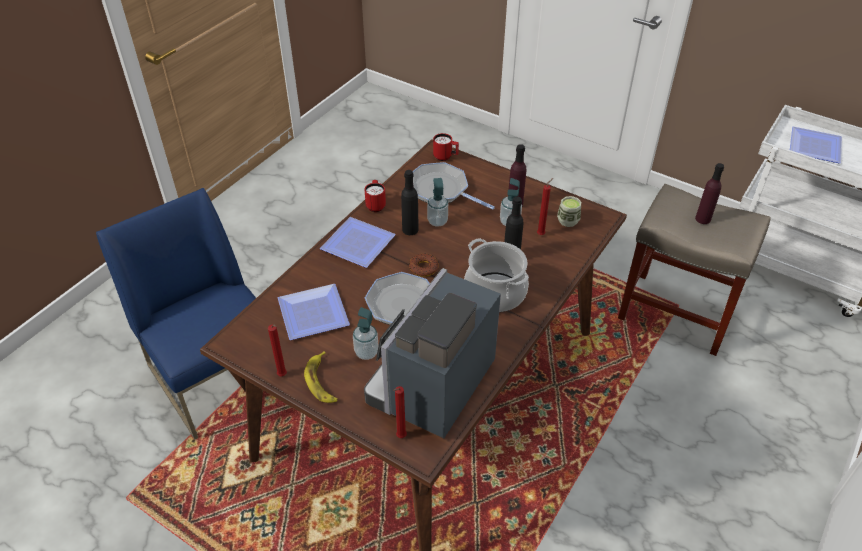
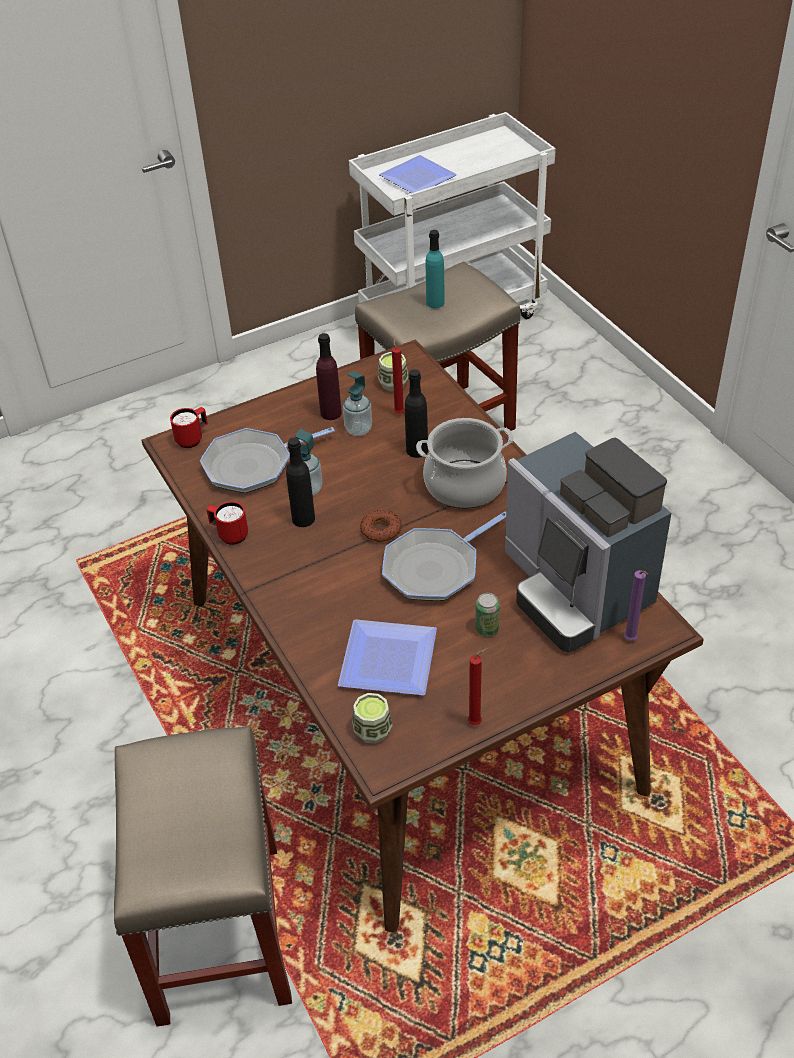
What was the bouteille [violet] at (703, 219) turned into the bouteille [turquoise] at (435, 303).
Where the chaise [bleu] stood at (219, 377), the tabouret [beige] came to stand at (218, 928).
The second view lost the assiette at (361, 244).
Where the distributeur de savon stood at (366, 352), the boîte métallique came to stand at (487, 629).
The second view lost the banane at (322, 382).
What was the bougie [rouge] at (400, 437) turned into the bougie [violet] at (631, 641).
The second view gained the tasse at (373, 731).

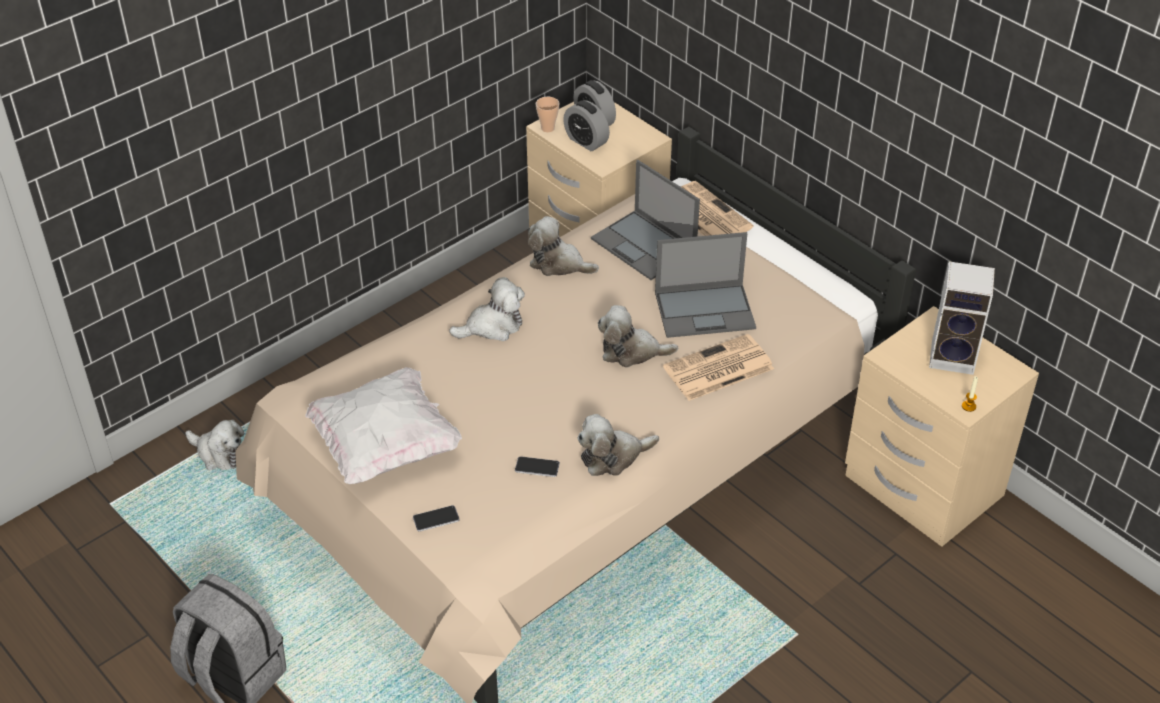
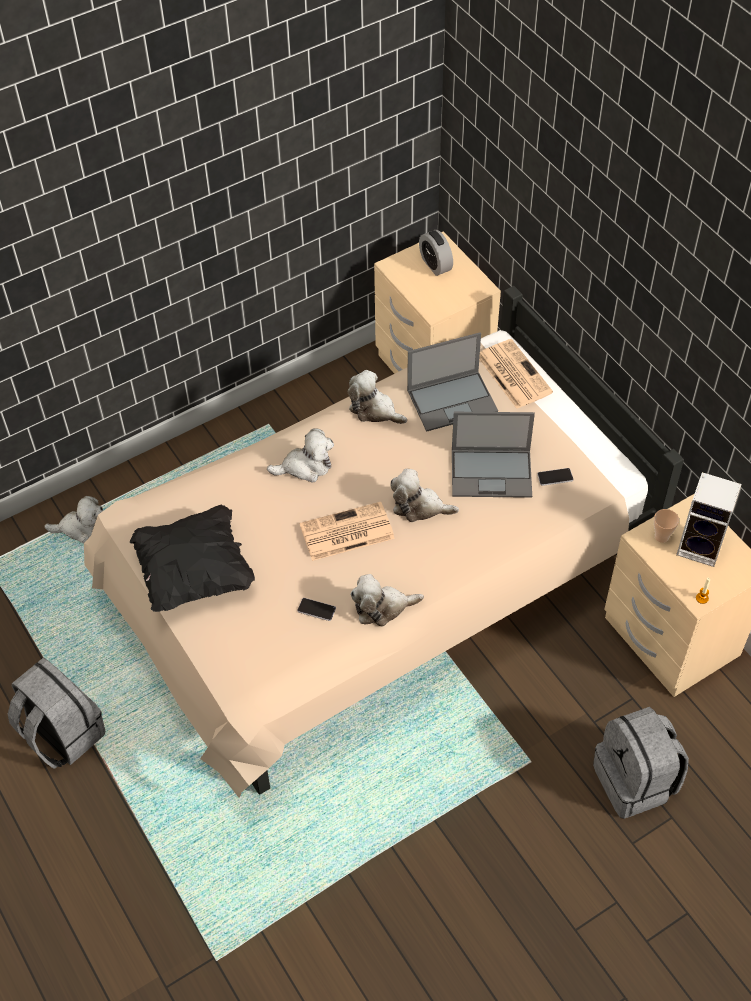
The tasse ended up elsewhere, having gone from (547, 128) to (661, 537).
The second view lost the réveil at (586, 141).
The ordinateur portable at (644, 245) ended up facing another way, 75 degrees counterclockwise from before.
The journal ended up elsewhere, having gone from (717, 369) to (345, 532).
What was the coussin [blanc] at (385, 446) turned into the coussin [noir] at (194, 572).
The peluche at (219, 454) ended up facing another way, 45 degrees counterclockwise from before.
The téléphone ended up elsewhere, having gone from (436, 519) to (555, 477).
The second view gained the sac à dos [gris] at (635, 781).

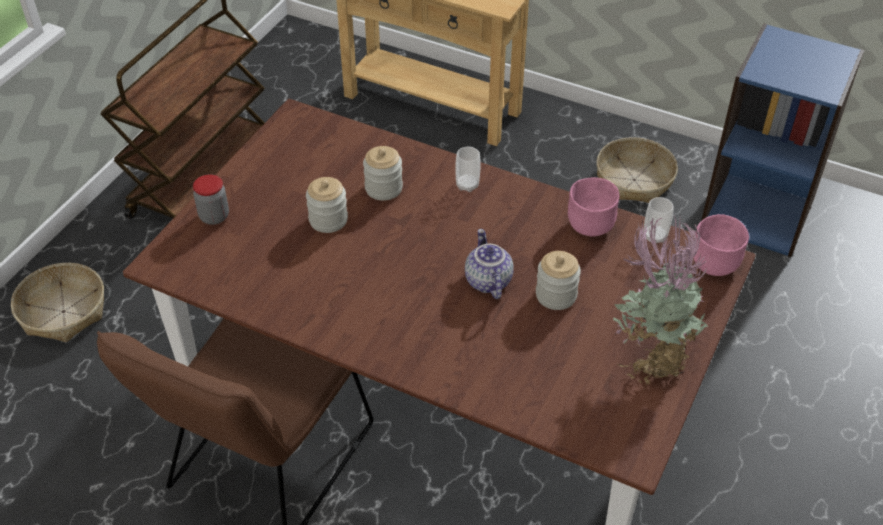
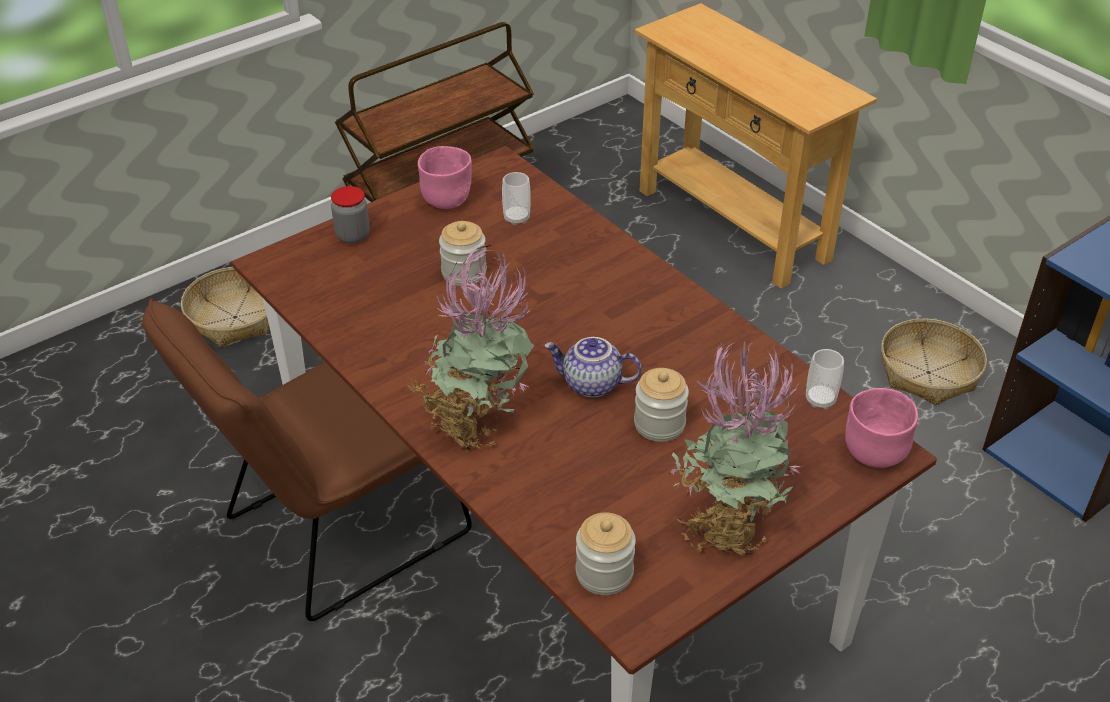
The bocal ended up elsewhere, having gone from (383, 188) to (604, 573).
The tasse ended up elsewhere, having gone from (467, 185) to (516, 218).
The bol [rose] ended up elsewhere, having gone from (590, 225) to (447, 200).
The théière at (487, 281) ended up facing another way, 90 degrees counterclockwise from before.
The second view gained the plante en pot at (476, 424).

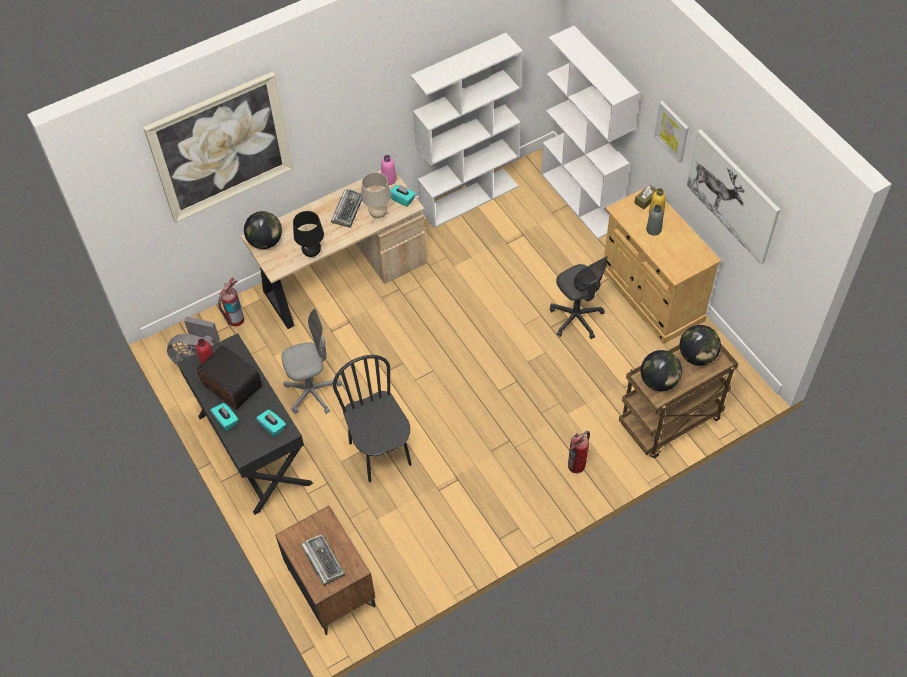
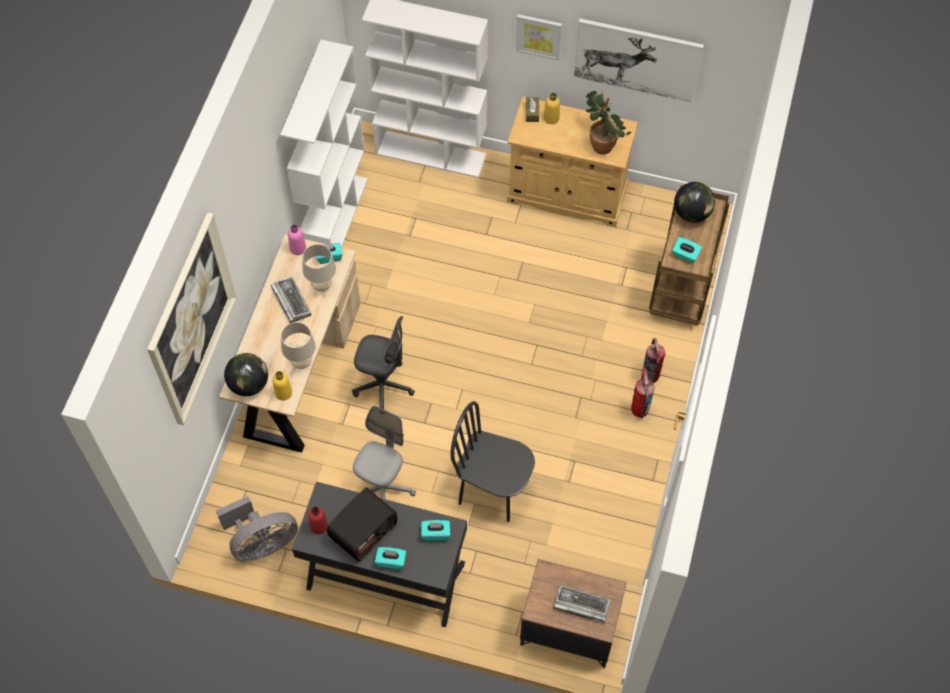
The second view lost the bouteille [gris] at (653, 230).
What was the lampe de table [noir] at (312, 252) turned into the lampe de table [beige] at (301, 362).
The chaise de bureau [gris] ended up elsewhere, having gone from (576, 319) to (383, 386).
The extincteur ended up elsewhere, having gone from (235, 320) to (639, 410).
The radio at (231, 386) ended up facing another way, 135 degrees clockwise from before.
Where the globe stood at (659, 381), the boîte à mouchoirs [turquoise] came to stand at (685, 255).
The second view gained the plante en pot at (601, 142).
The second view gained the bouteille [jaune] at (283, 393).

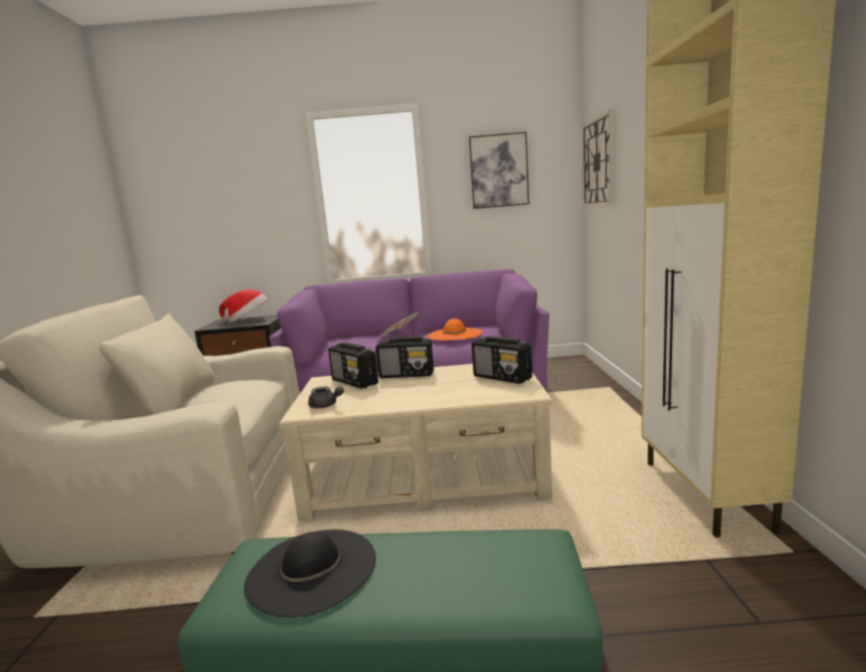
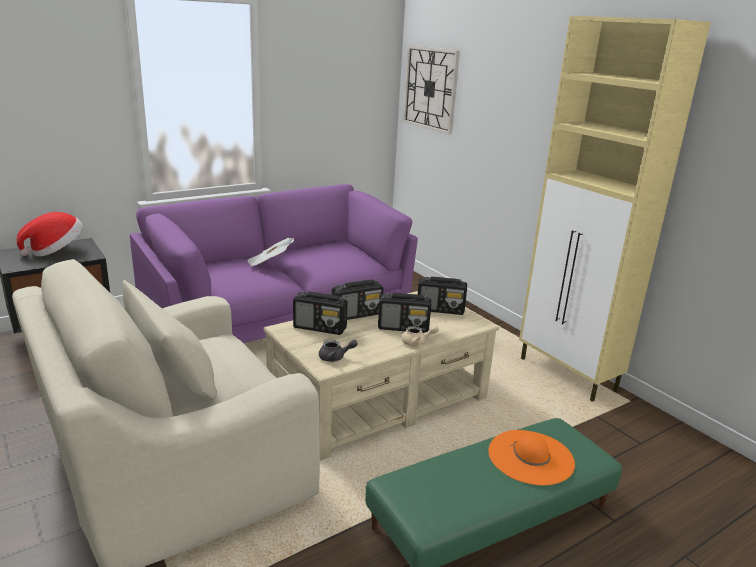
The second view lost the tableau at (499, 171).
The chapeau [orange] ended up elsewhere, having gone from (454, 334) to (531, 457).
The second view lost the chapeau [noir] at (312, 569).
The second view gained the radio at (404, 327).
The second view gained the théière [beige] at (417, 342).

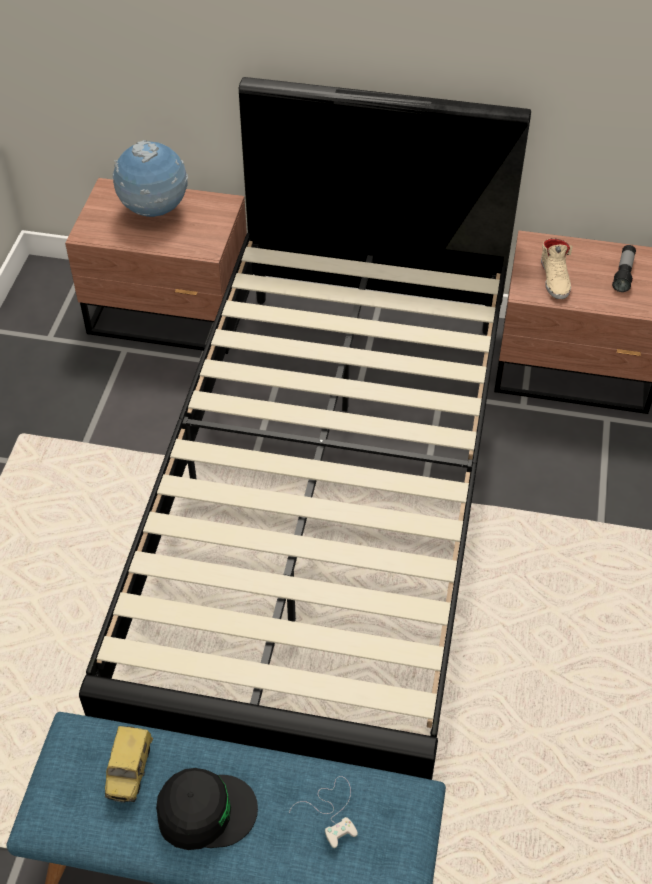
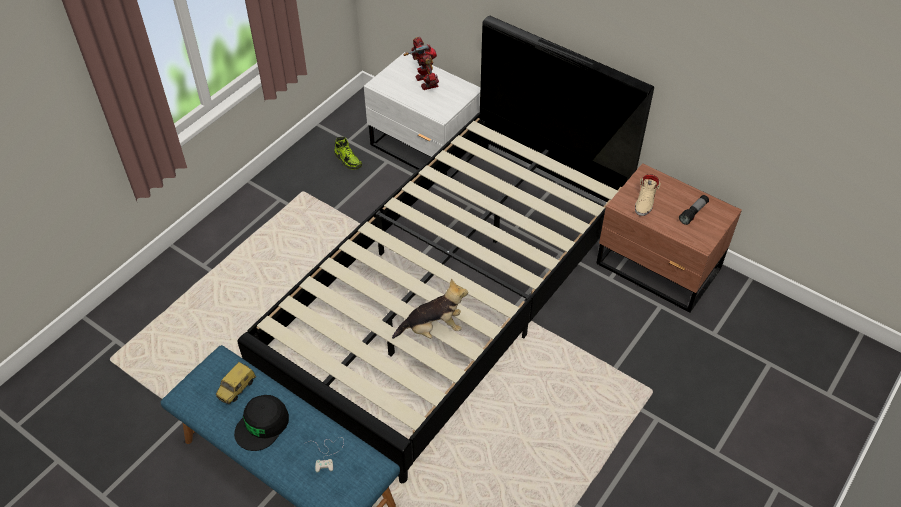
Where the globe stood at (154, 212), the robot jouet came to stand at (424, 82).
What was the table de chevet [marron] at (171, 314) turned into the table de chevet [blanc] at (425, 149).
The casquette [noir] at (205, 811) ended up facing another way, 105 degrees clockwise from before.
The second view gained the chaussure at (348, 160).
The second view gained the peluche at (433, 328).

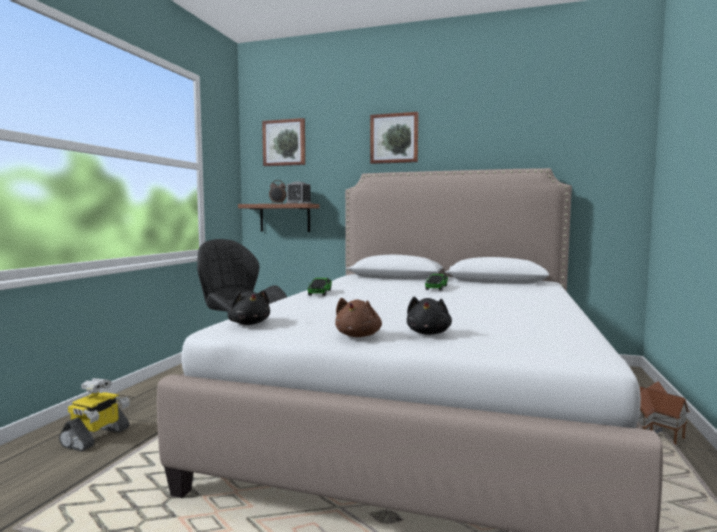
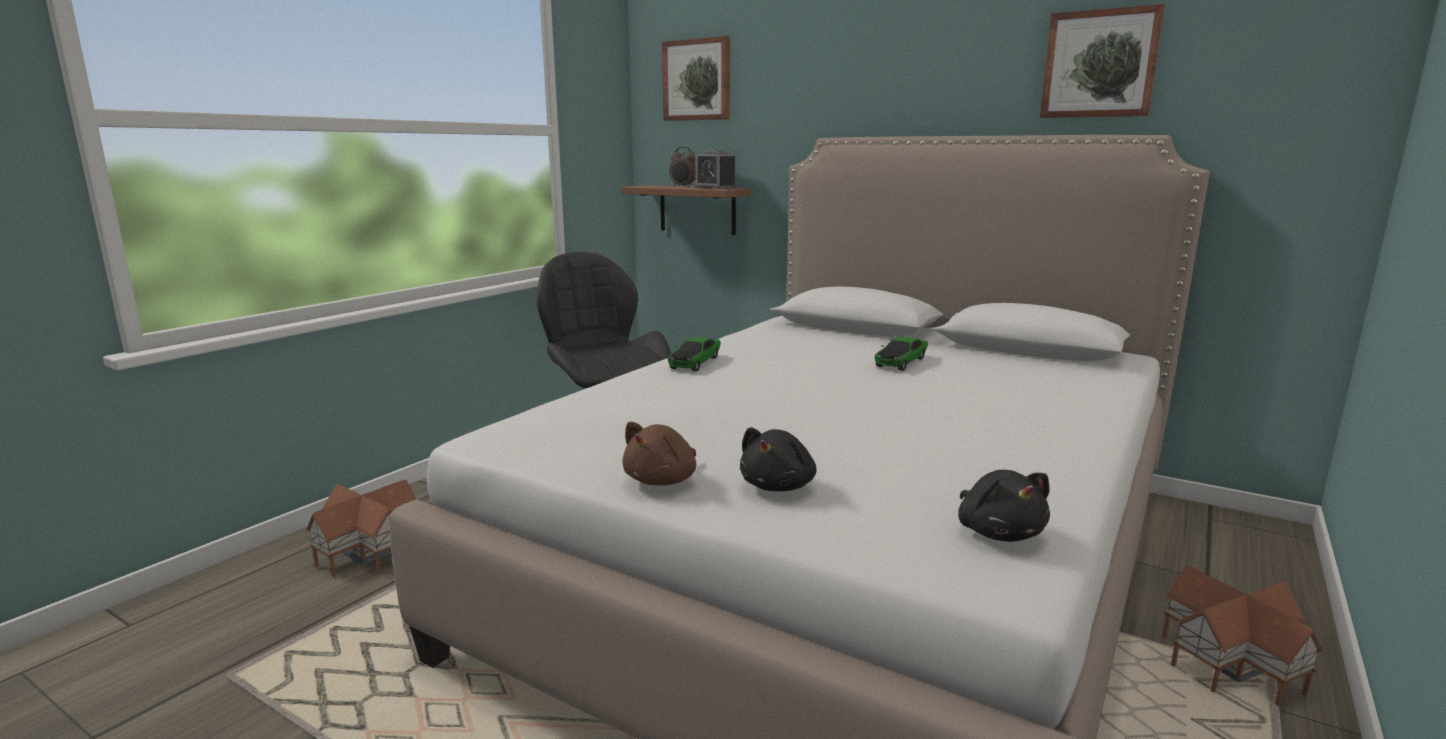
The tableau ended up elsewhere, having gone from (394, 138) to (1100, 64).
The peluche [noir] ended up elsewhere, having gone from (249, 323) to (998, 532).
Where the robot jouet stood at (96, 438), the maison miniature came to stand at (370, 551).

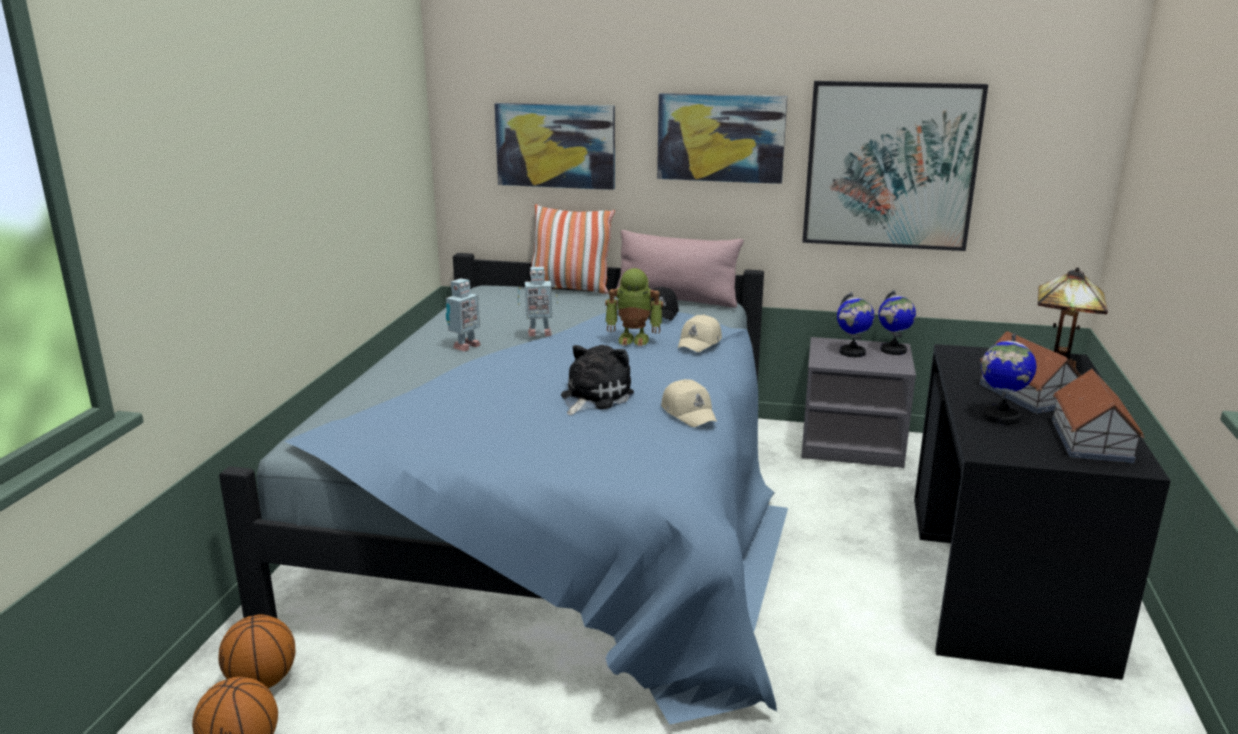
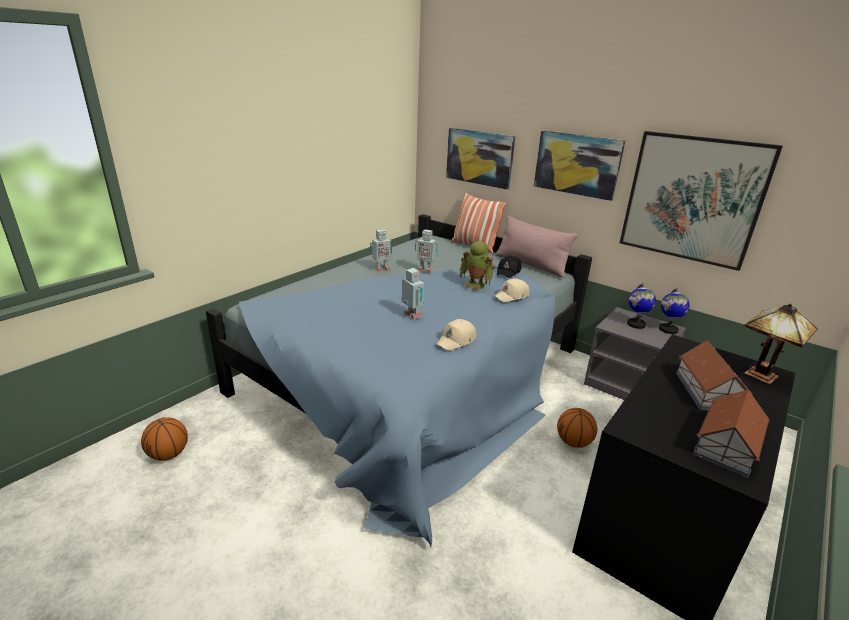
The second view lost the globe at (1000, 417).
Where the peluche stood at (593, 397), the robot jouet came to stand at (412, 316).
The casquette [beige] at (689, 413) ended up facing another way, 45 degrees clockwise from before.
The ballon de basket ended up elsewhere, having gone from (262, 682) to (573, 442).

